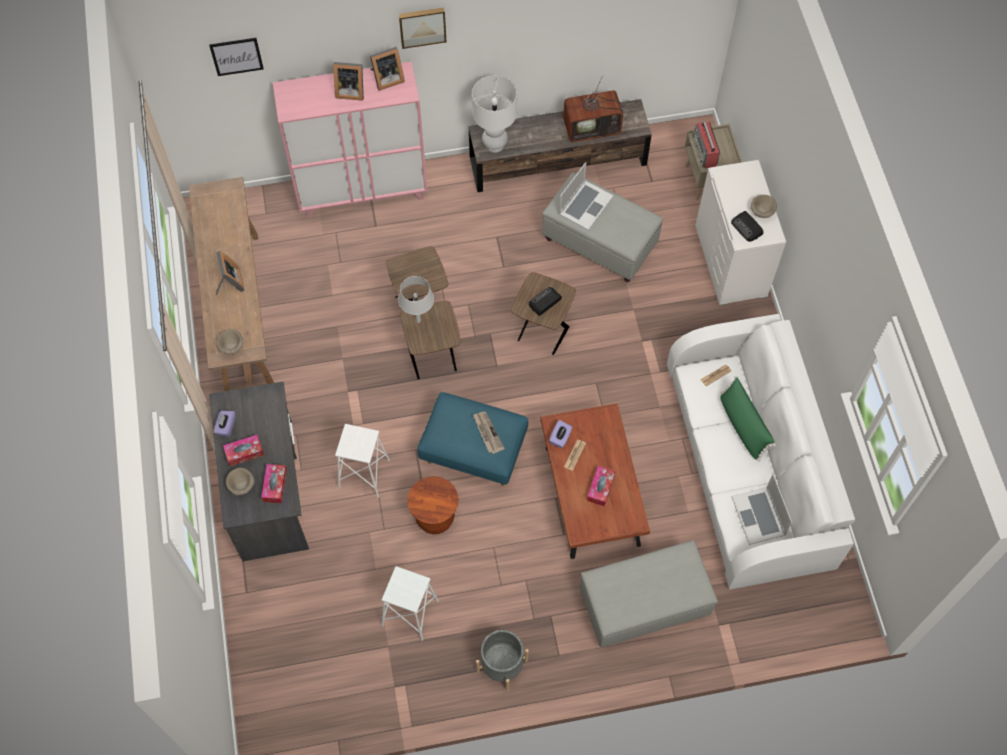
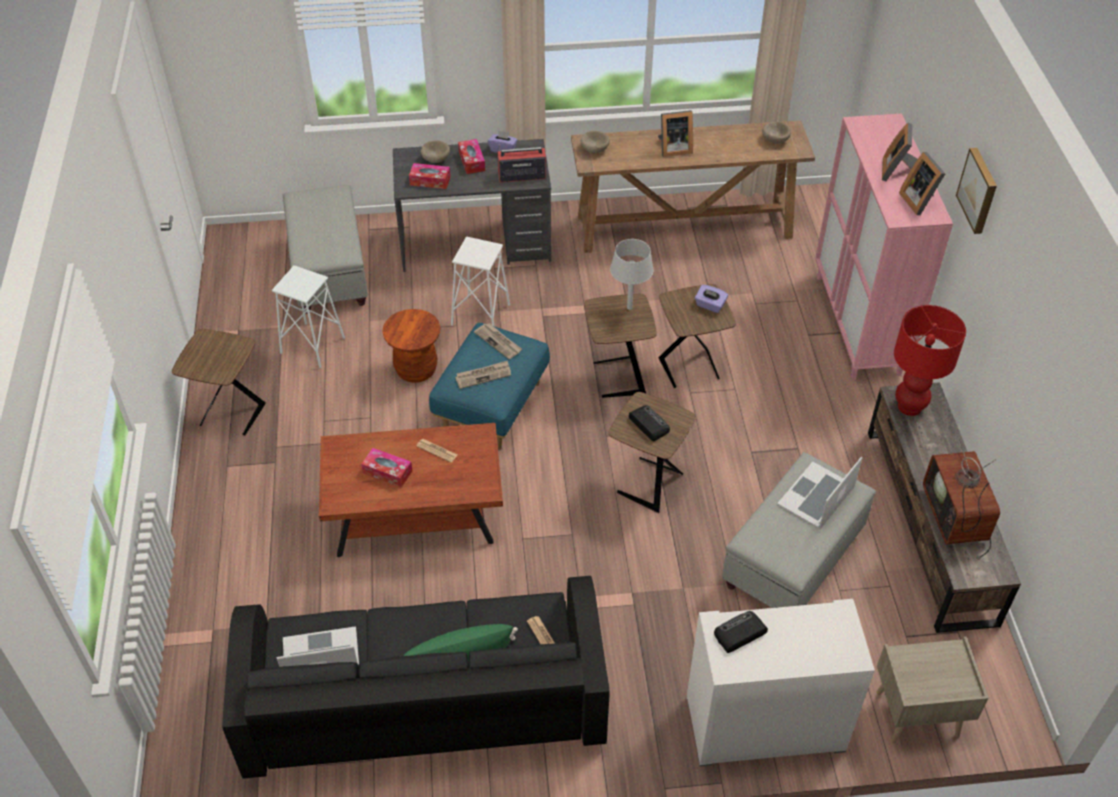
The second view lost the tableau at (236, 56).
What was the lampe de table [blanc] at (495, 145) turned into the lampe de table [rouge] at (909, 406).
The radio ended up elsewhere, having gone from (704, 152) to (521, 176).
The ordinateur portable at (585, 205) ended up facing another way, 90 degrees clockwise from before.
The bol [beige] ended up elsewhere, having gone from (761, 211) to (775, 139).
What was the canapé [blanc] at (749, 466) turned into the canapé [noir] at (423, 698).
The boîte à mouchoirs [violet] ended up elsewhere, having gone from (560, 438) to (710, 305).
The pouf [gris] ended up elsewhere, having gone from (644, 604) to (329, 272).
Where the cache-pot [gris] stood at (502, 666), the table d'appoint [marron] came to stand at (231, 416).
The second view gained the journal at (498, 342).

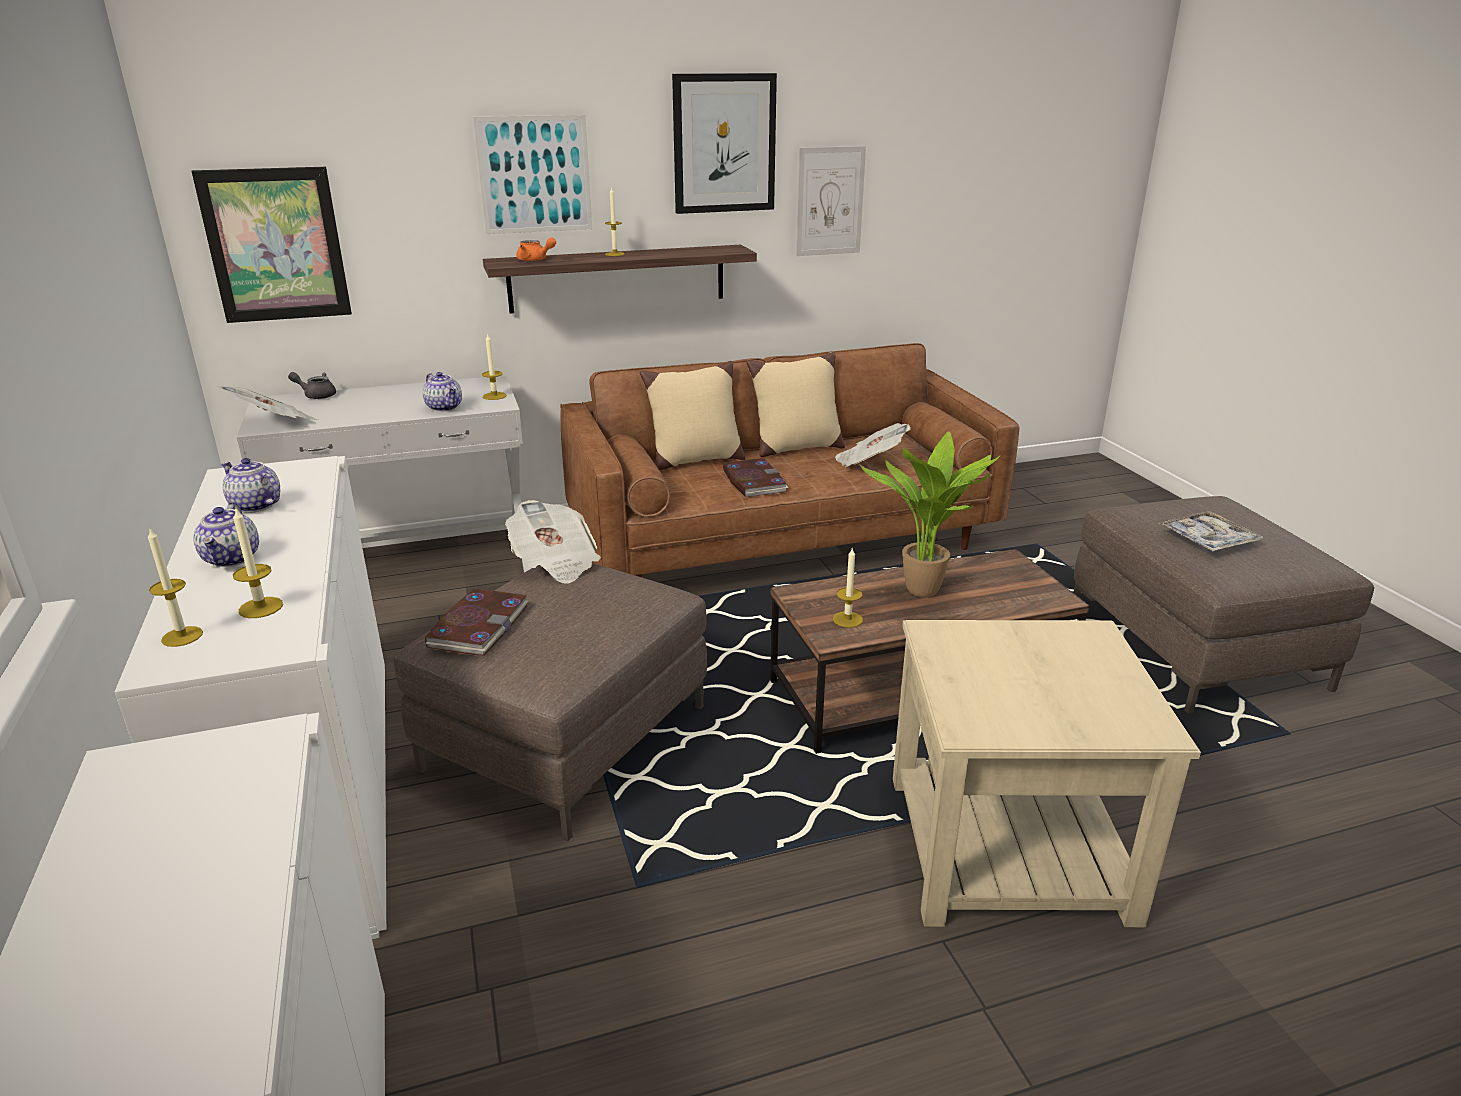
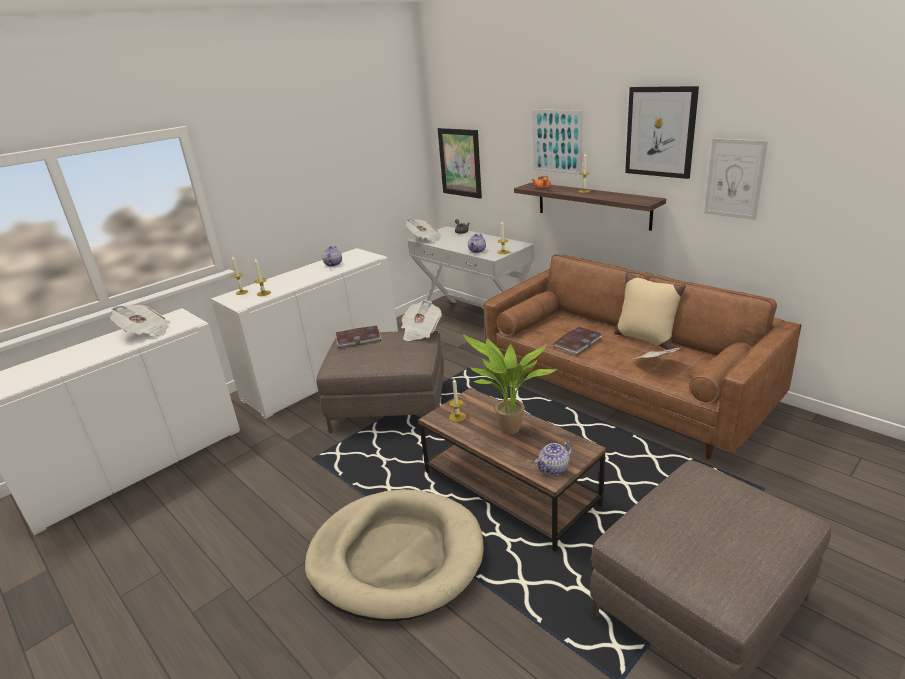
The second view lost the coussin [beige] at (694, 460).
The théière ended up elsewhere, having gone from (232, 558) to (554, 468).
The second view lost the plateau at (1208, 540).
Where the table d'appoint [beige] stood at (1007, 846), the panier pour chien [beige] came to stand at (396, 557).
The second view gained the journal at (145, 332).

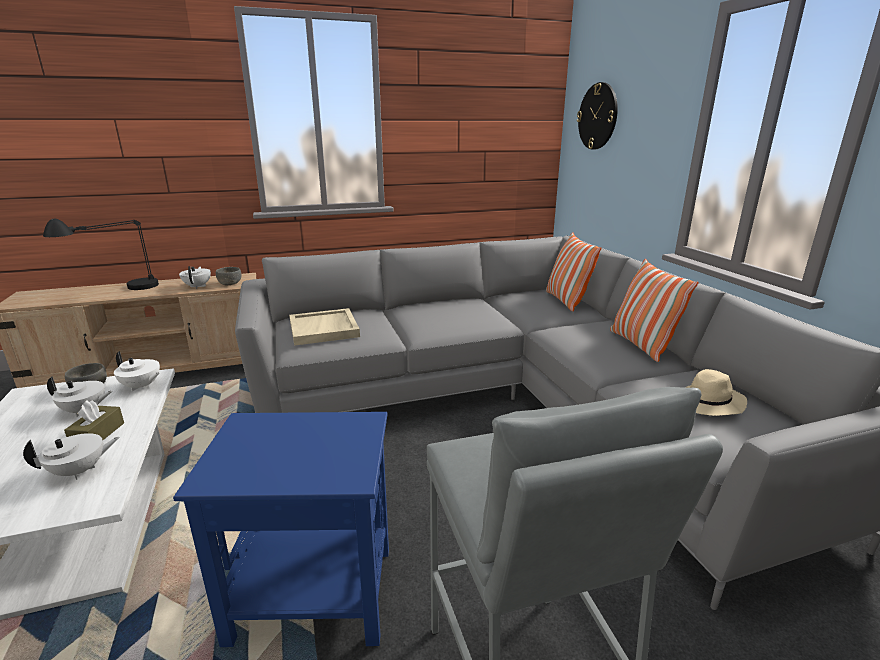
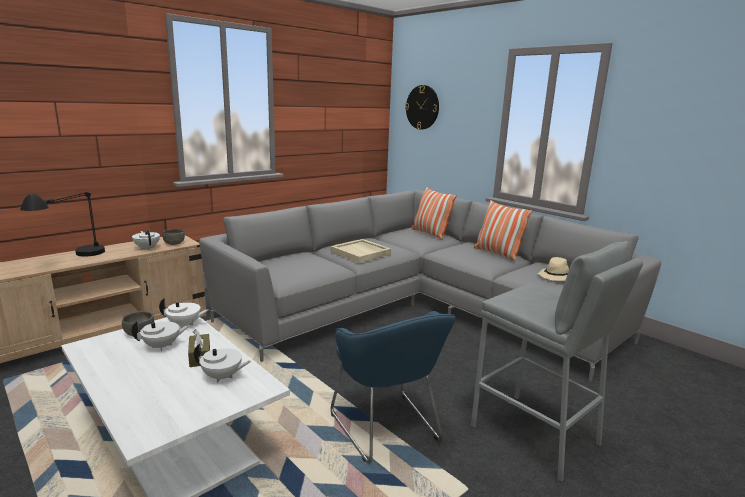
The plateau [beige] ended up elsewhere, having gone from (324, 329) to (361, 253).
Where the table d'appoint [bleu] stood at (311, 593), the fauteuil [bleu] came to stand at (388, 430).
The théière [blanc] at (80, 471) ended up facing another way, 60 degrees clockwise from before.

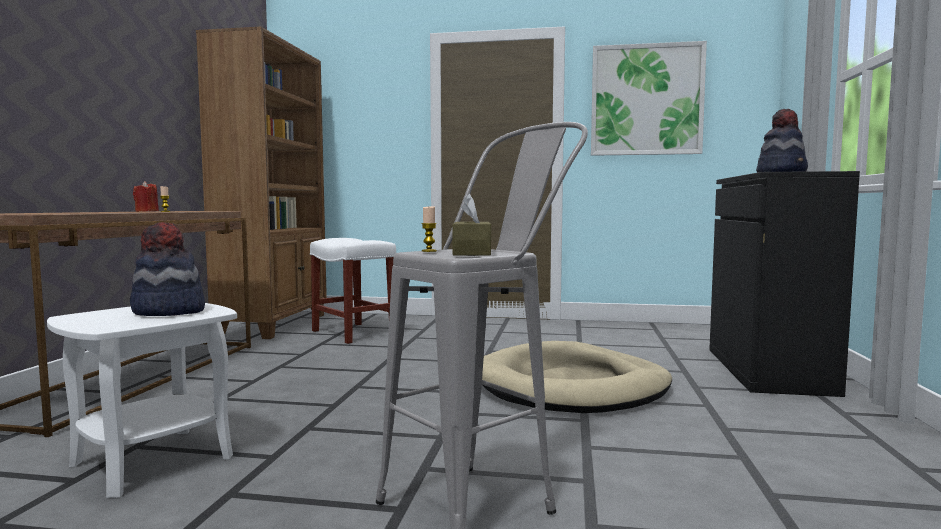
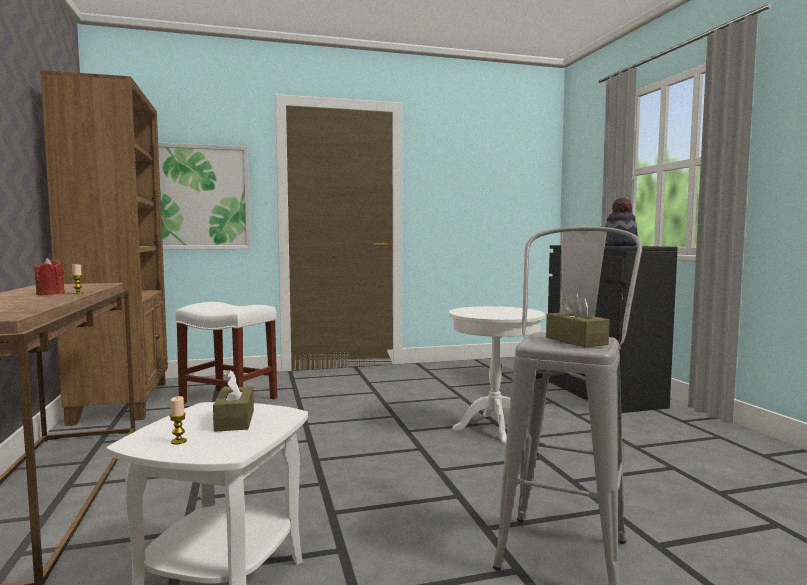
The tableau ended up elsewhere, having gone from (646, 100) to (195, 197).
The bougie ended up elsewhere, having gone from (429, 251) to (178, 441).
Where the chapeau stood at (168, 312), the boîte à mouchoirs [marron] came to stand at (234, 420).
Where the panier pour chien [beige] stood at (572, 386), the table d'appoint [blanc] came to stand at (494, 428).

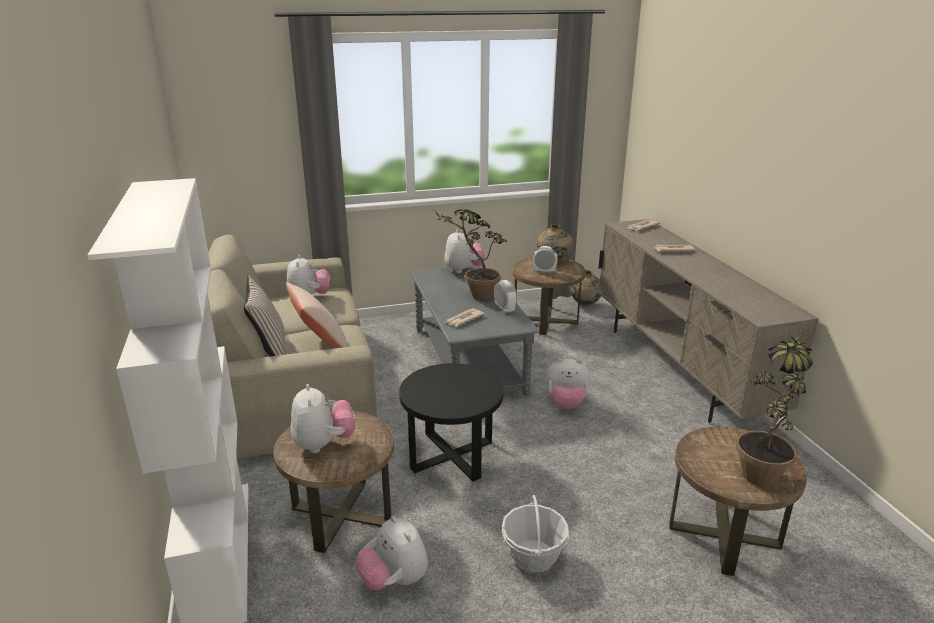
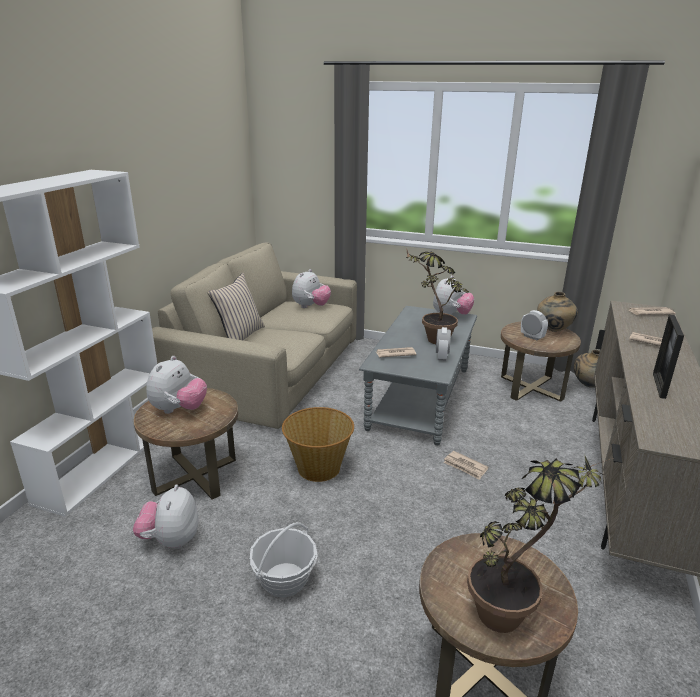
The second view lost the coussin [beige] at (320, 342).
Where the peluche stood at (566, 403), the journal came to stand at (465, 466).
Where the table d'appoint [noir] stood at (452, 455), the panier came to stand at (318, 467).
The second view gained the cadre photo at (659, 385).

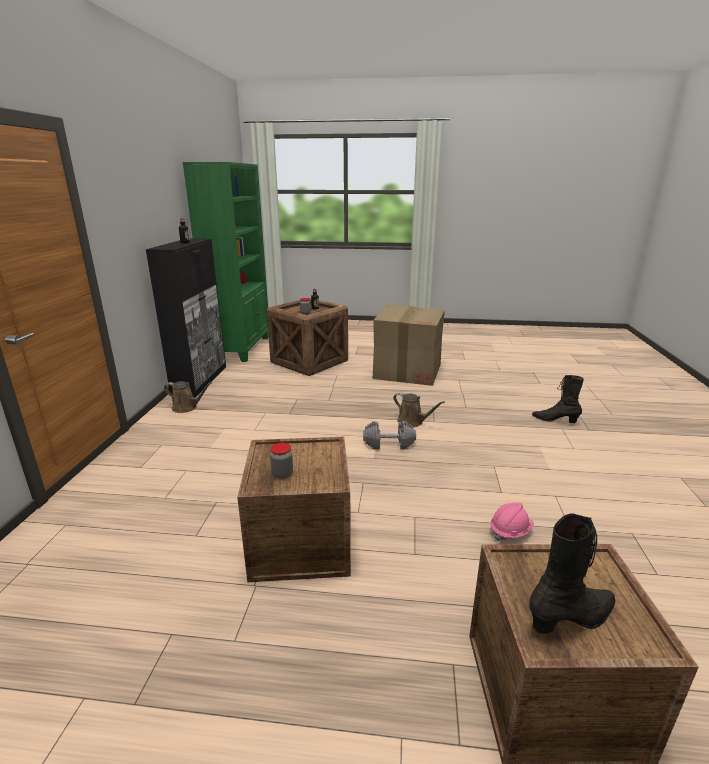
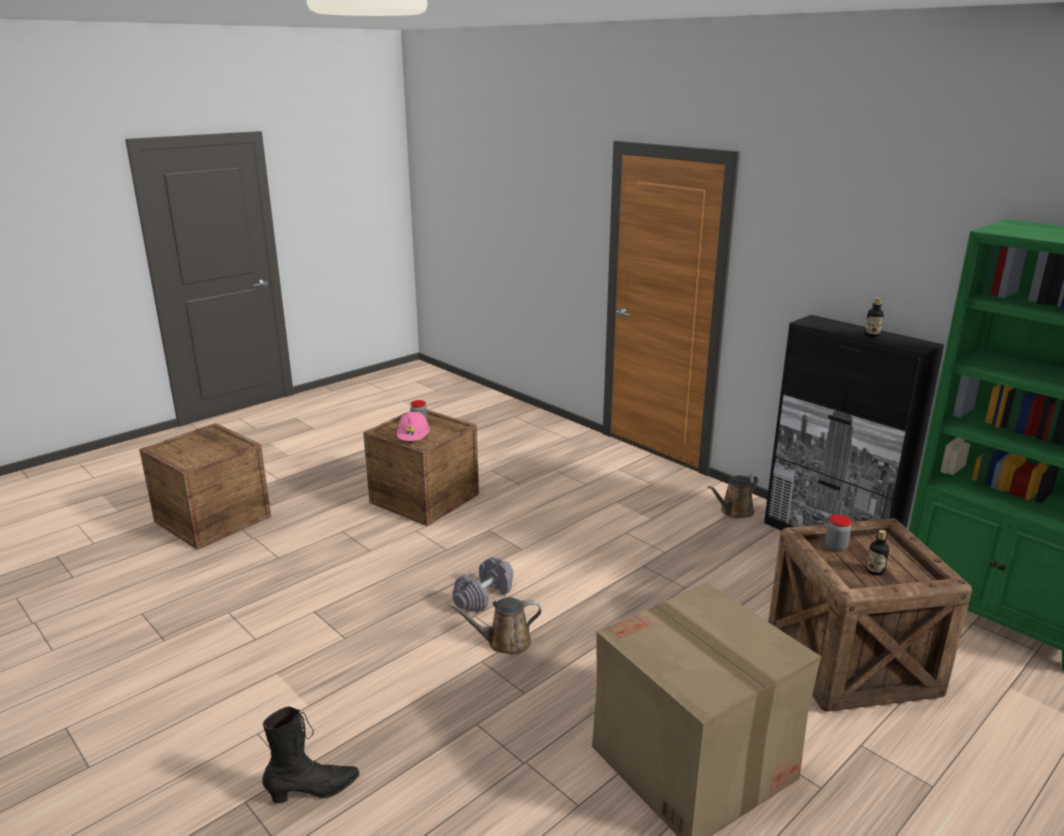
The casque de chantier [rose] ended up elsewhere, having gone from (510, 531) to (413, 439).
The second view lost the botte [noir] at (572, 618).

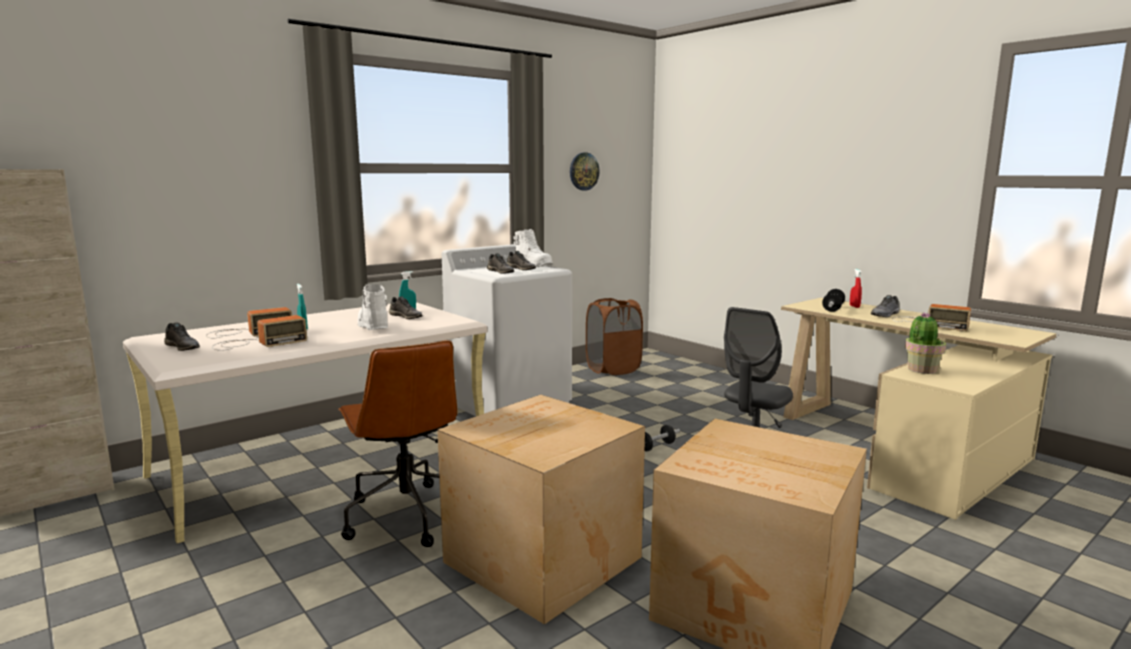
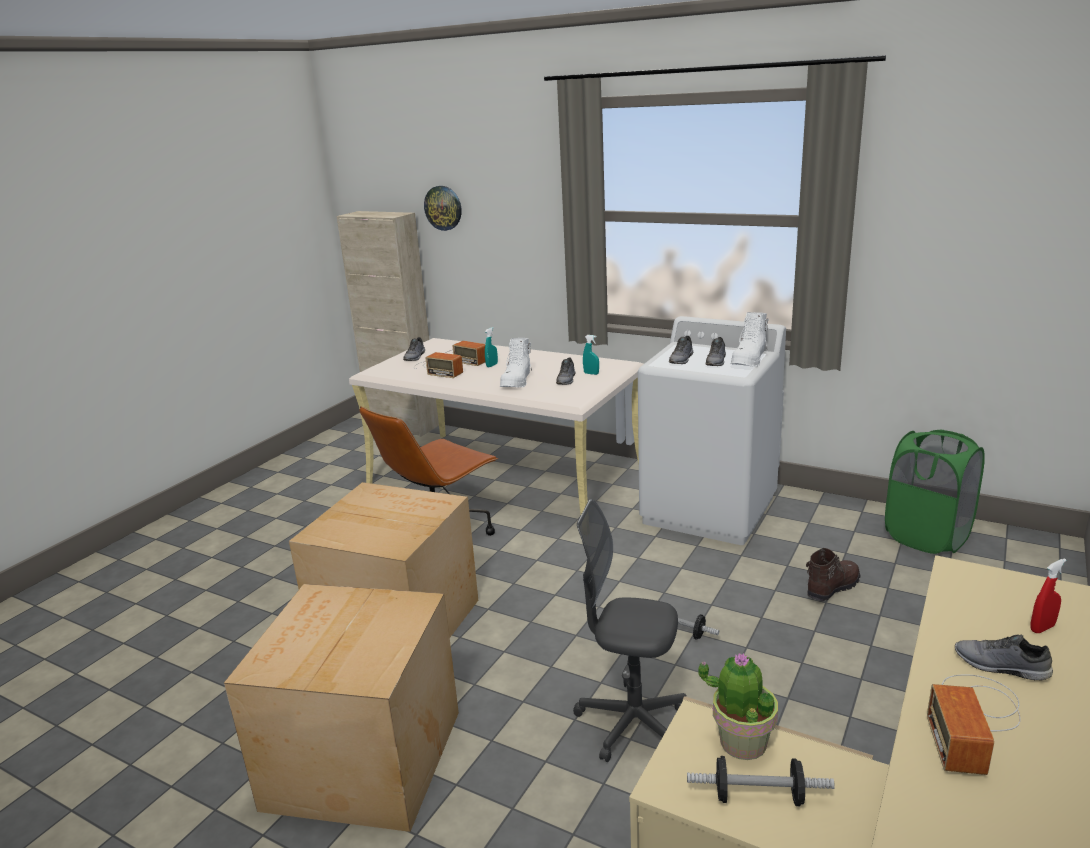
The horloge murale ended up elsewhere, having gone from (583, 171) to (443, 208).
The botte [blanc] at (372, 327) ended up facing another way, 150 degrees clockwise from before.
The haltère ended up elsewhere, having gone from (833, 309) to (758, 797).
What was the panier à linge [marron] at (613, 369) turned into the panier à linge [vert] at (927, 537).
The second view gained the botte [marron] at (831, 588).

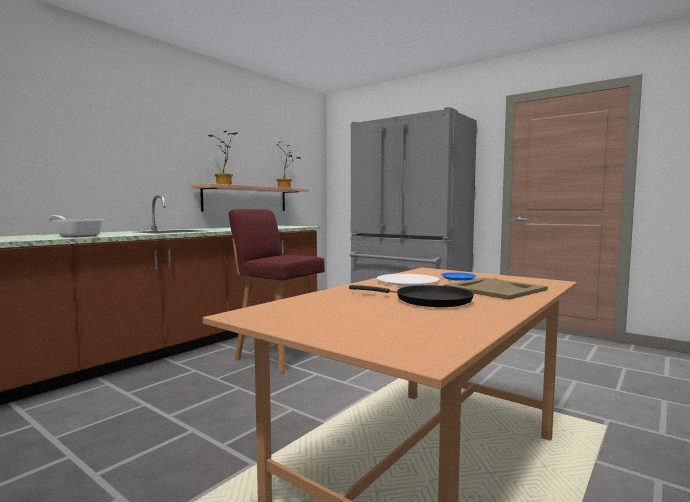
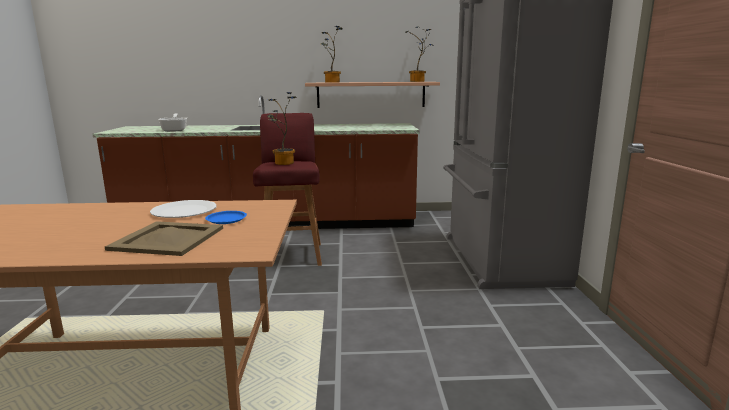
The second view lost the poêle [noir] at (427, 300).
The second view gained the plante en pot at (282, 163).

